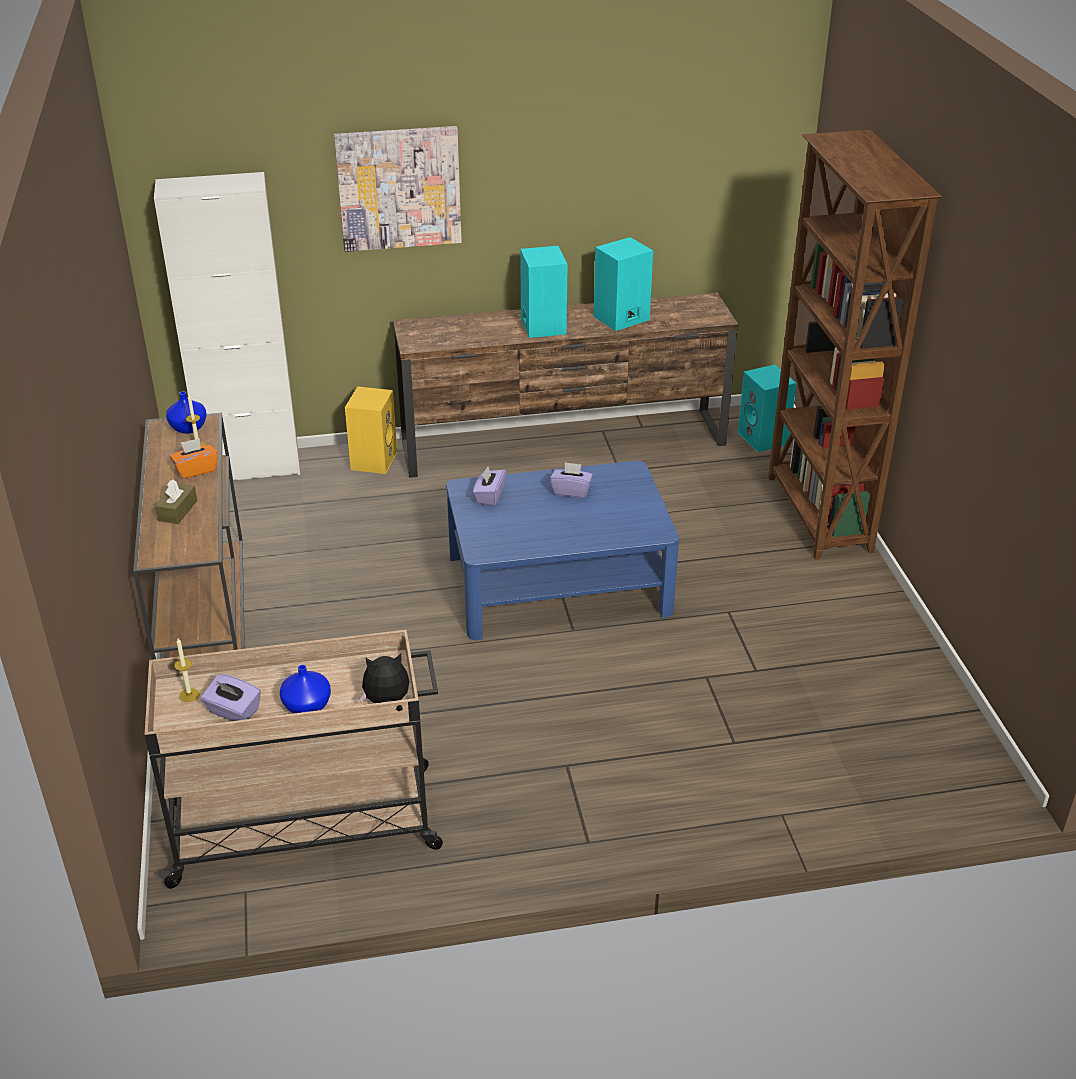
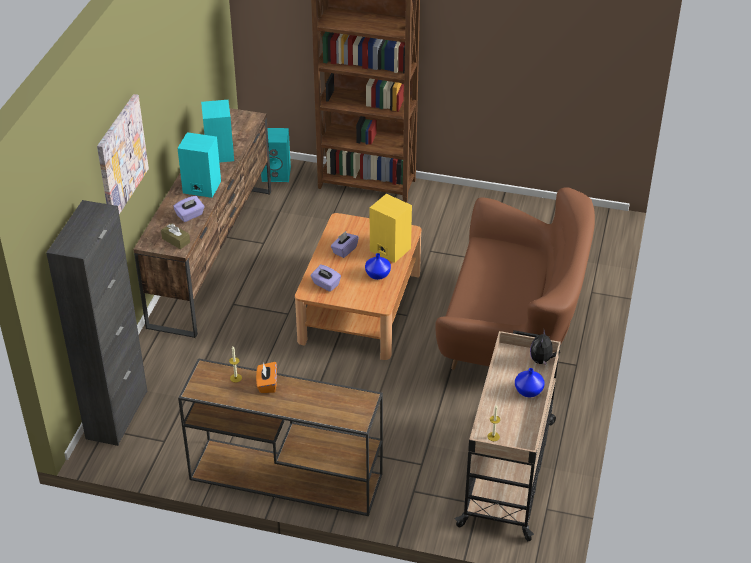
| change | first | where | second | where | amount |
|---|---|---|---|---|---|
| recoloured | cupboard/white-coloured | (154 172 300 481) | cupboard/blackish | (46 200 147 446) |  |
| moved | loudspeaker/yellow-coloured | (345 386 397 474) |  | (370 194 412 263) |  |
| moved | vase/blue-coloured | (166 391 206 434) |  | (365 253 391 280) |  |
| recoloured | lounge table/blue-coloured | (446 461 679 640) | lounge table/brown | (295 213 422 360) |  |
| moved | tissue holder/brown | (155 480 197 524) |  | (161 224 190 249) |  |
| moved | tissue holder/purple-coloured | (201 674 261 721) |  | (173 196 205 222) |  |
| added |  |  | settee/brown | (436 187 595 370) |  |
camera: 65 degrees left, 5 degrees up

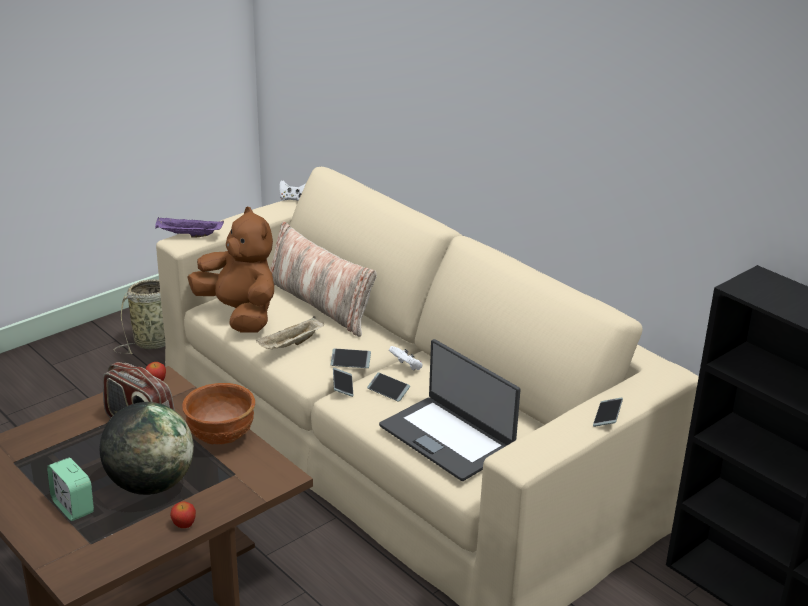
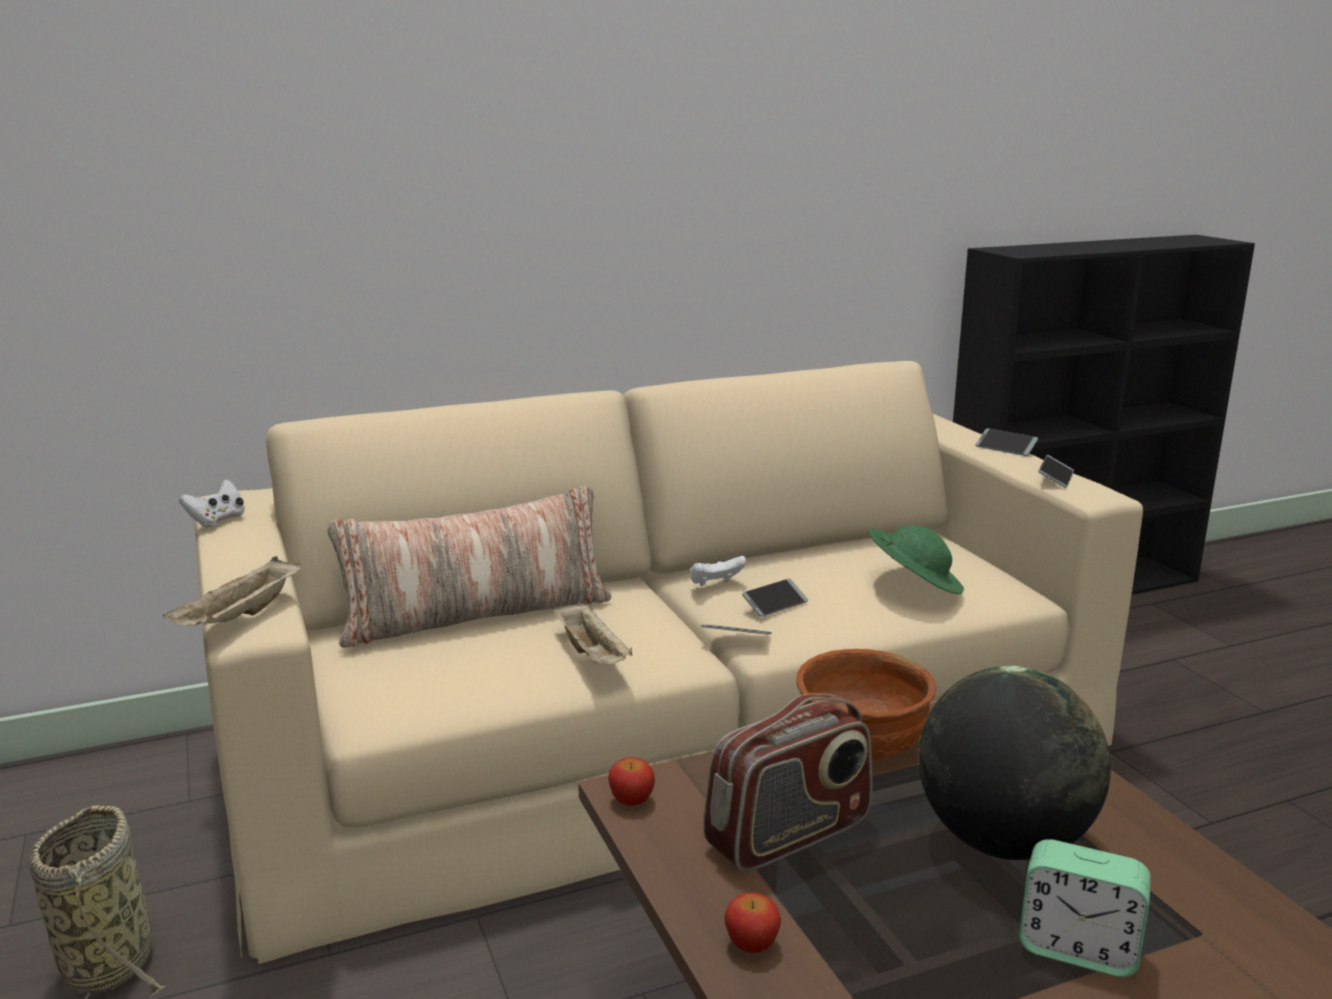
| change | first | where | second | where | amount |
|---|---|---|---|---|---|
| removed | soft toy/brown | (187 207 274 333) |  |  |  |
| recoloured | carrying tray/purple-coloured | (155 217 224 238) | carrying tray/beige | (163 556 302 626) |  |
| replaced | portable computer | (379 339 521 481) | clothing hat/greenish | (869 526 964 594) |  |
| moved | telephone | (331 349 371 368) |  | (1038 455 1074 488) |  |
| turned | bedside clock | (47 458 94 521) |  | (1019 839 1151 977) | 45 degrees clockwise |
| moved | apple | (170 501 196 528) |  | (724 892 781 953) |  |
camera: 70 degrees left, 10 degrees down

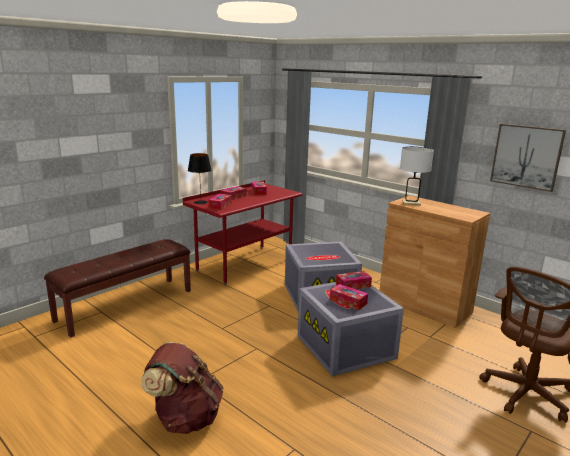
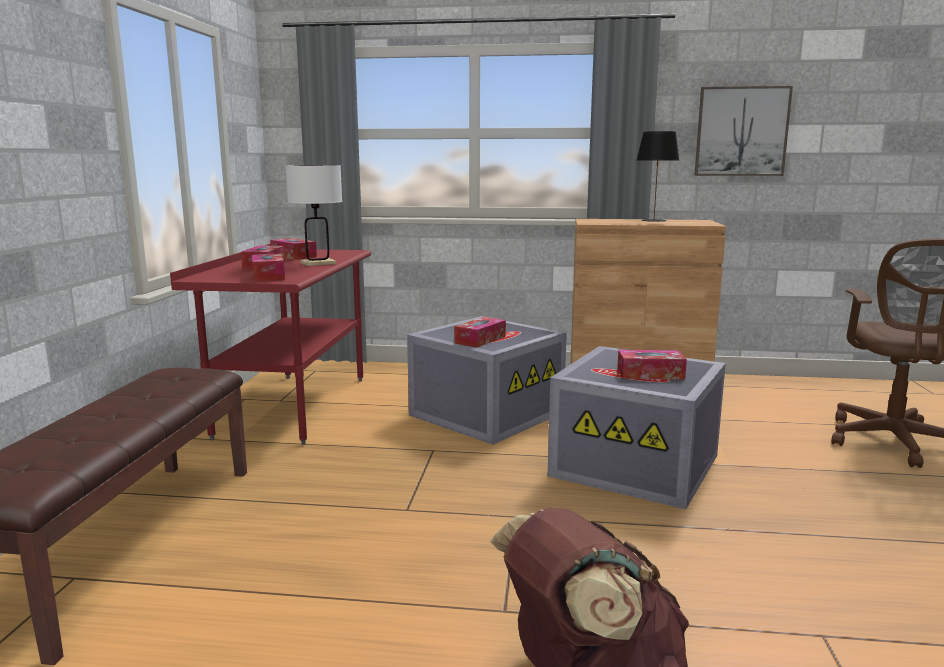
| change | first | where | second | where | amount |
|---|---|---|---|---|---|
| moved | lamp for a table/white-coloured | (400 147 434 206) |  | (285 165 342 266) |  |
| moved | lamp for a table/blackish | (188 153 212 204) |  | (637 131 679 222) |  |
| moved | tissue holder | (336 271 372 289) |  | (455 317 506 348) |  |
camera: 35 degrees left, 5 degrees down

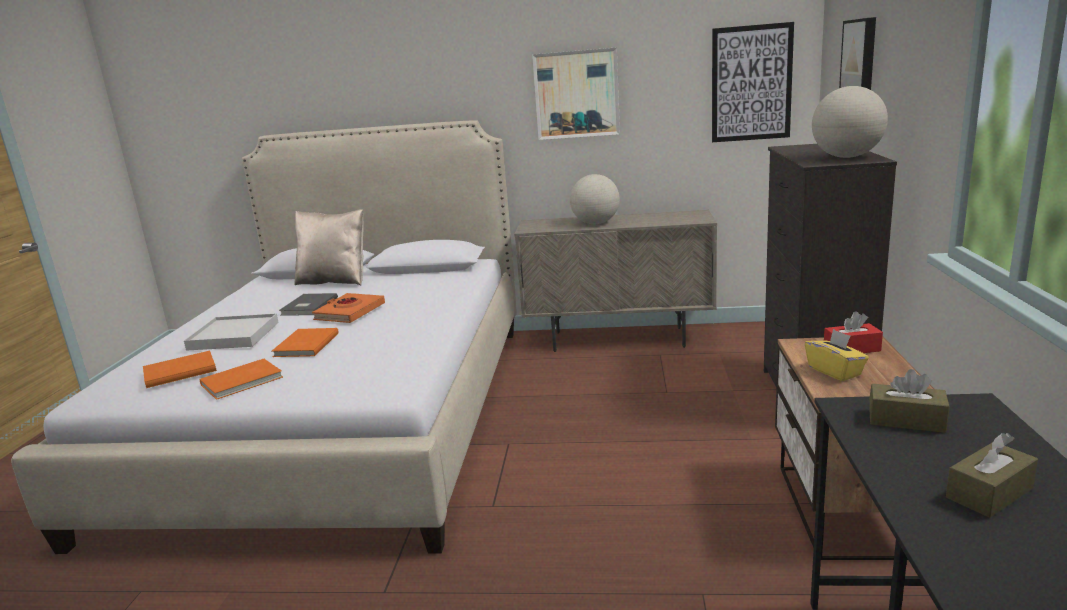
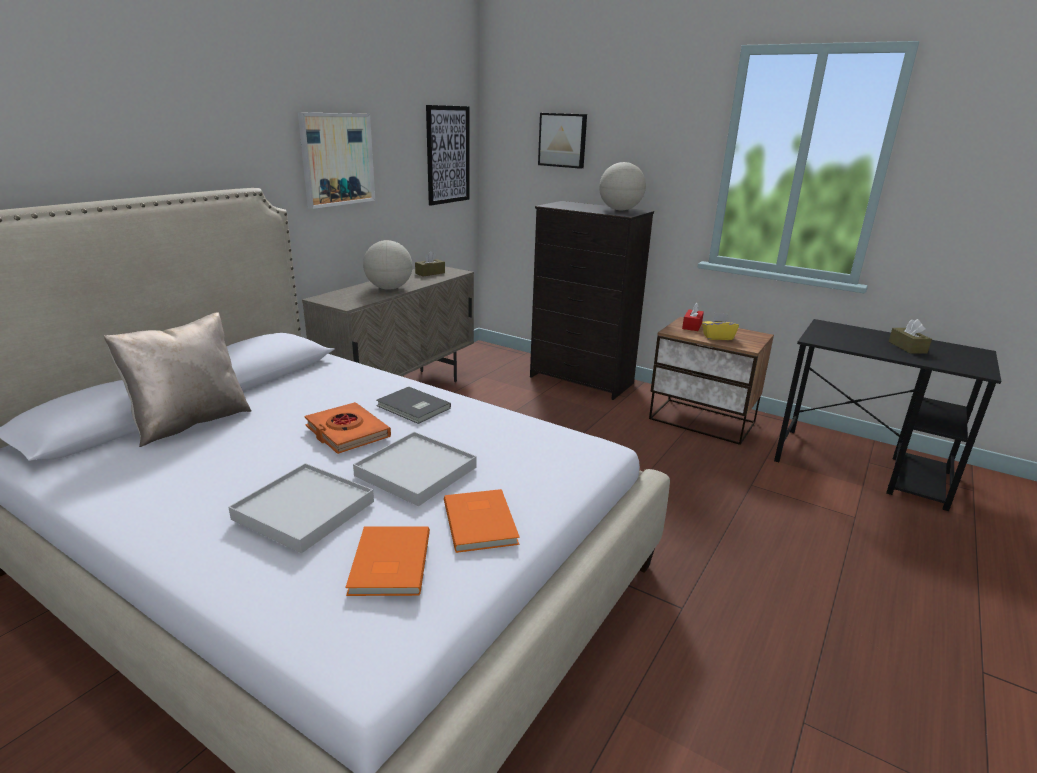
| change | first | where | second | where | amount |
|---|---|---|---|---|---|
| moved | book/gray | (279 293 338 316) |  | (376 387 451 424) |  |
| replaced | book/orangey | (271 328 339 357) | carrying tray/white-coloured | (353 432 477 506) |  |
| moved | tissue holder/brown | (869 369 950 433) |  | (415 251 445 277) |  |
camera: 65 degrees left, 5 degrees up

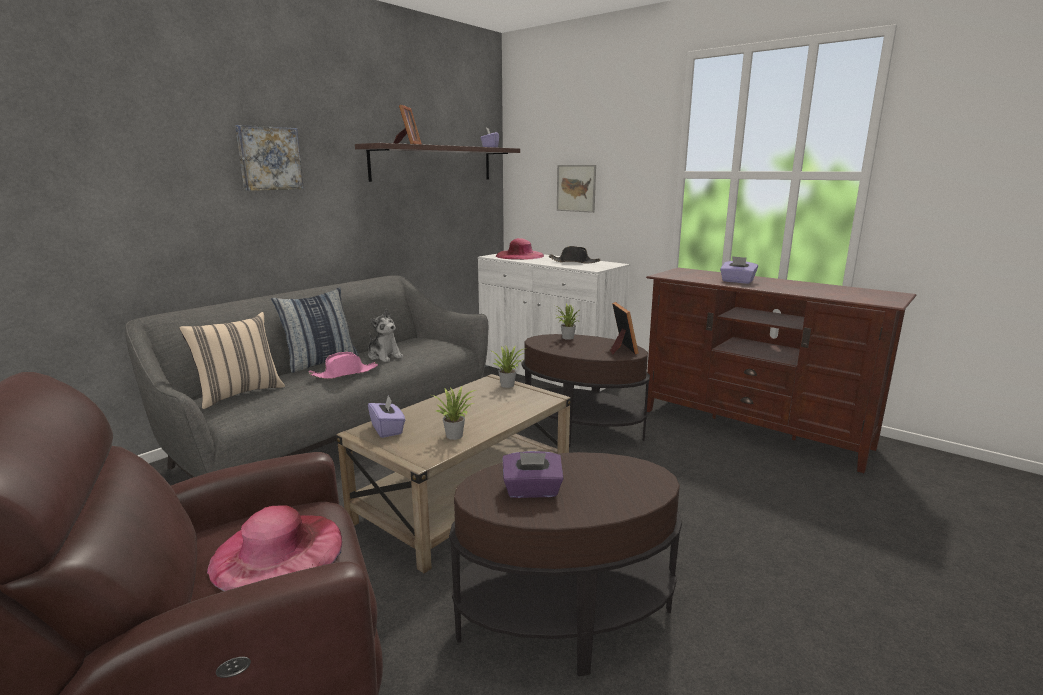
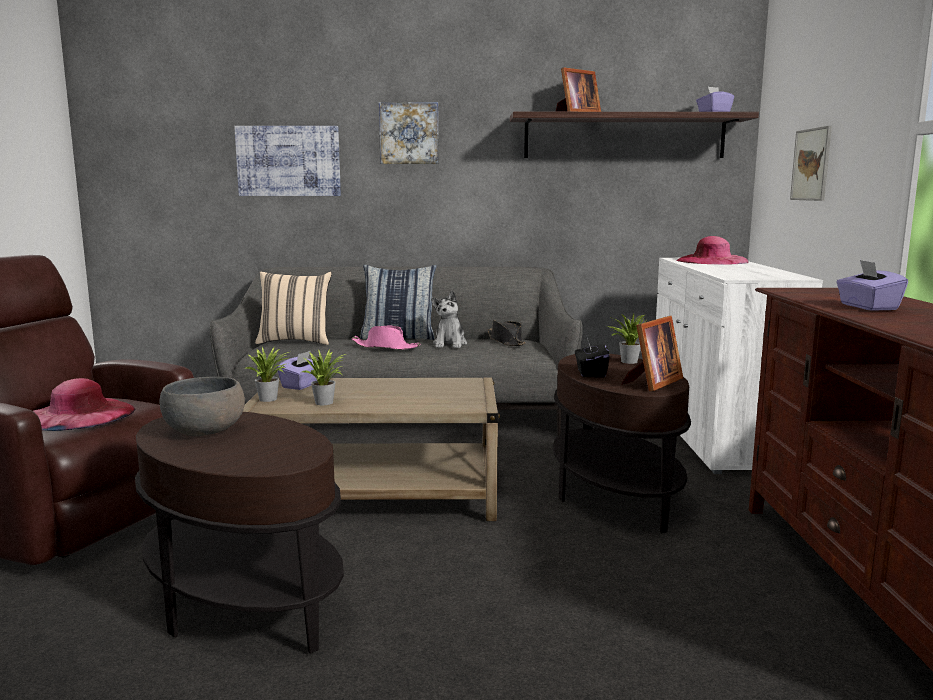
| change | first | where | second | where | amount |
|---|---|---|---|---|---|
| moved | clothing hat/blackish | (549 246 600 263) |  | (487 320 526 346) |  |
| moved | houseplant | (492 345 525 388) |  | (245 347 291 402) |  |
| replaced | tissue holder/purple-coloured | (503 451 564 498) | bowl/gray | (160 377 245 436) |  |
| added |  |  | wall picture | (234 126 341 196) |  |
| added |  |  | tissue holder/blackish | (575 338 610 377) |  |
camera: 50 degrees right, 5 degrees down

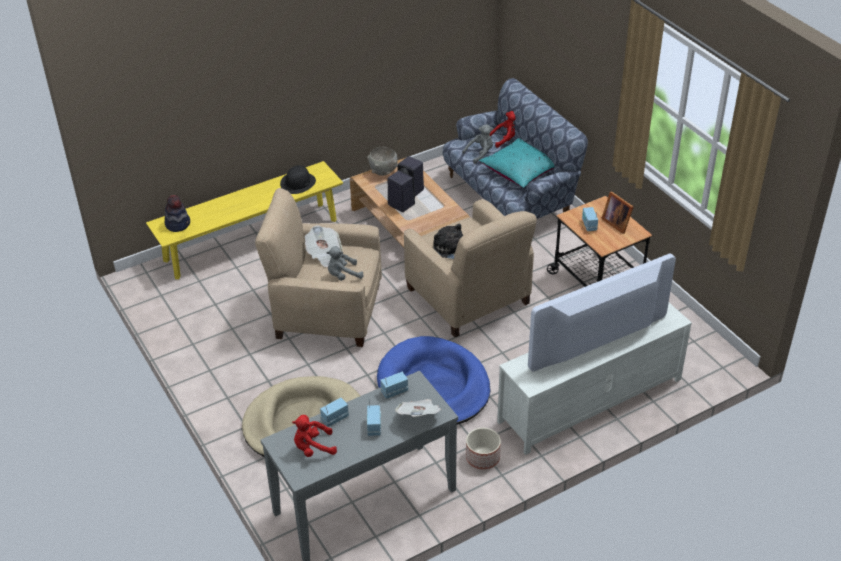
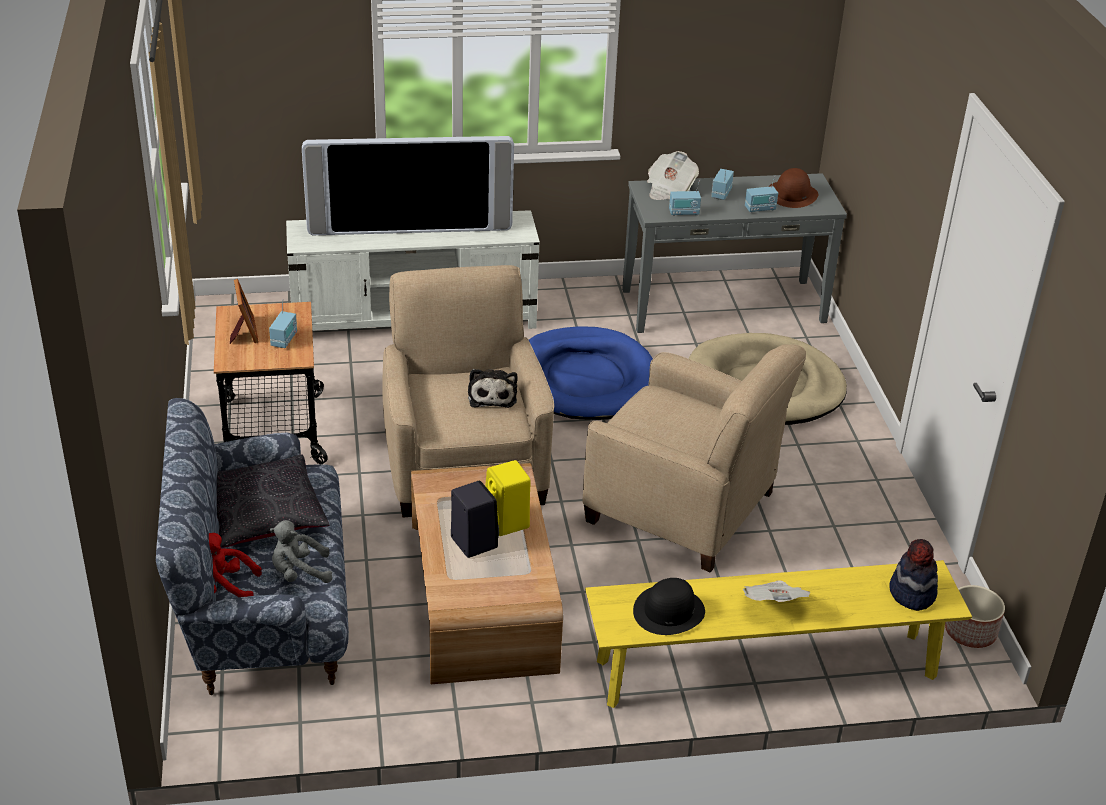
| change | first | where | second | where | amount |
|---|---|---|---|---|---|
| recoloured | pillow/turquoise-coloured | (479 138 555 188) | pillow/blackish | (217 455 329 548) |  |
| removed | bowl/gray | (367 146 398 176) |  |  |  |
| recoloured | loudspeaker/blackish | (387 170 415 212) | loudspeaker/yellow-coloured | (485 460 531 536) |  |
| moved | daily paper | (305 225 343 267) |  | (743 581 810 602) |  |
| removed | soft toy/gray | (327 246 364 281) |  |  |  |
| replaced | soft toy/reddish | (292 415 337 457) | clothing hat/brown | (768 168 818 208) |  |
| moved | plant pot | (466 428 501 470) |  | (945 585 1005 648) |  |
camera: 160 degrees left, 5 degrees down

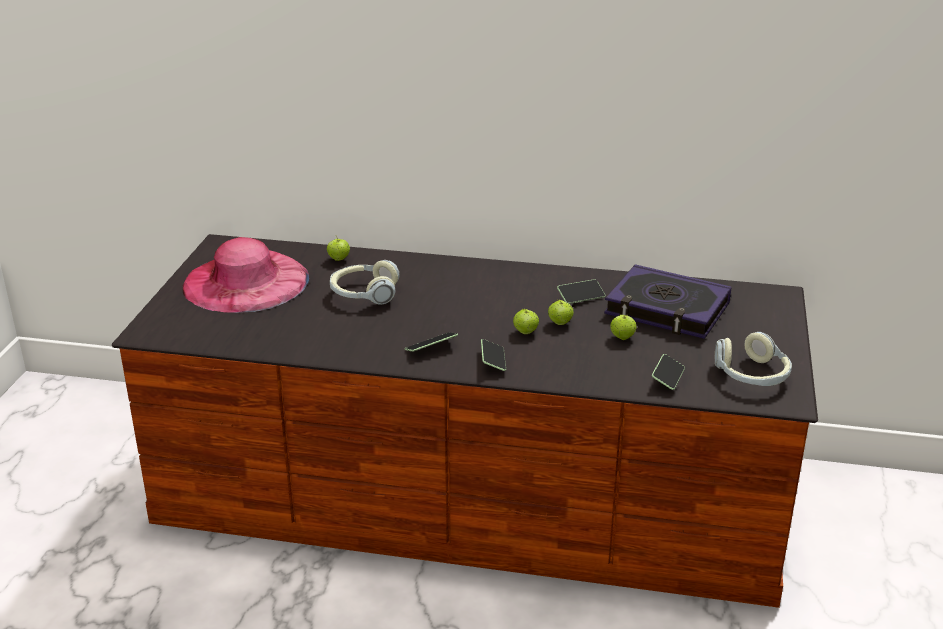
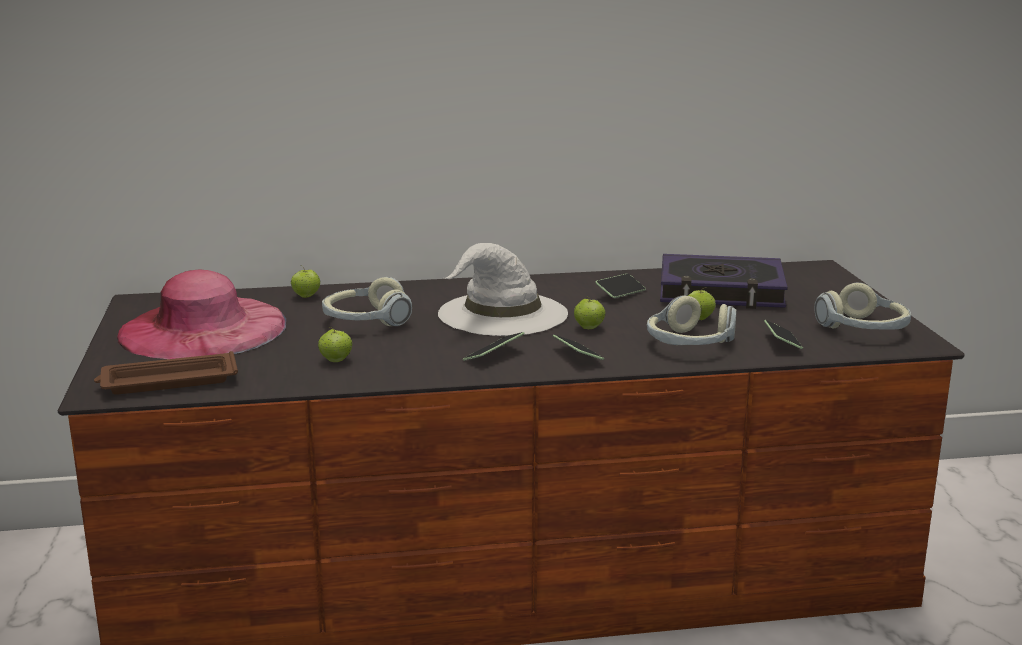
| change | first | where | second | where | amount |
|---|---|---|---|---|---|
| moved | apple | (548 300 574 325) |  | (318 327 353 362) |  |
| added |  |  | clothing hat/white-coloured | (438 243 568 336) |  |
| added |  |  | pair of headphones | (647 295 737 345) |  |
| added |  |  | carrying tray/brown | (94 351 238 395) |  |
camera: 20 degrees left, 10 degrees down

